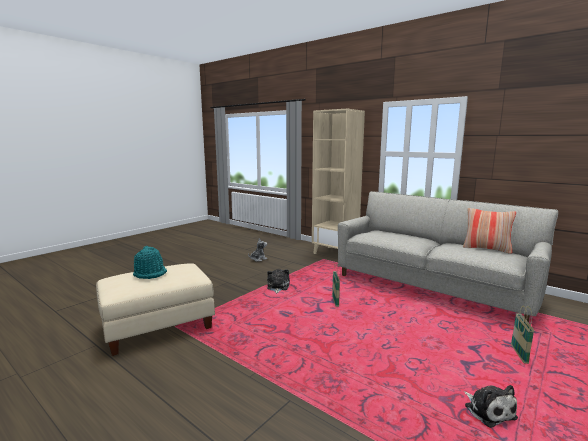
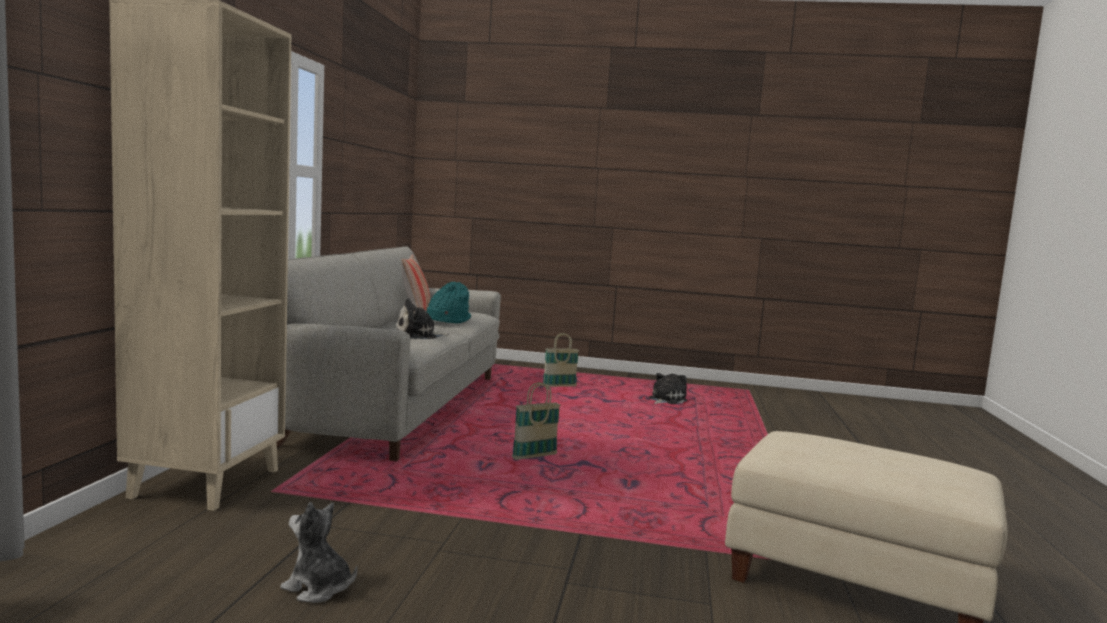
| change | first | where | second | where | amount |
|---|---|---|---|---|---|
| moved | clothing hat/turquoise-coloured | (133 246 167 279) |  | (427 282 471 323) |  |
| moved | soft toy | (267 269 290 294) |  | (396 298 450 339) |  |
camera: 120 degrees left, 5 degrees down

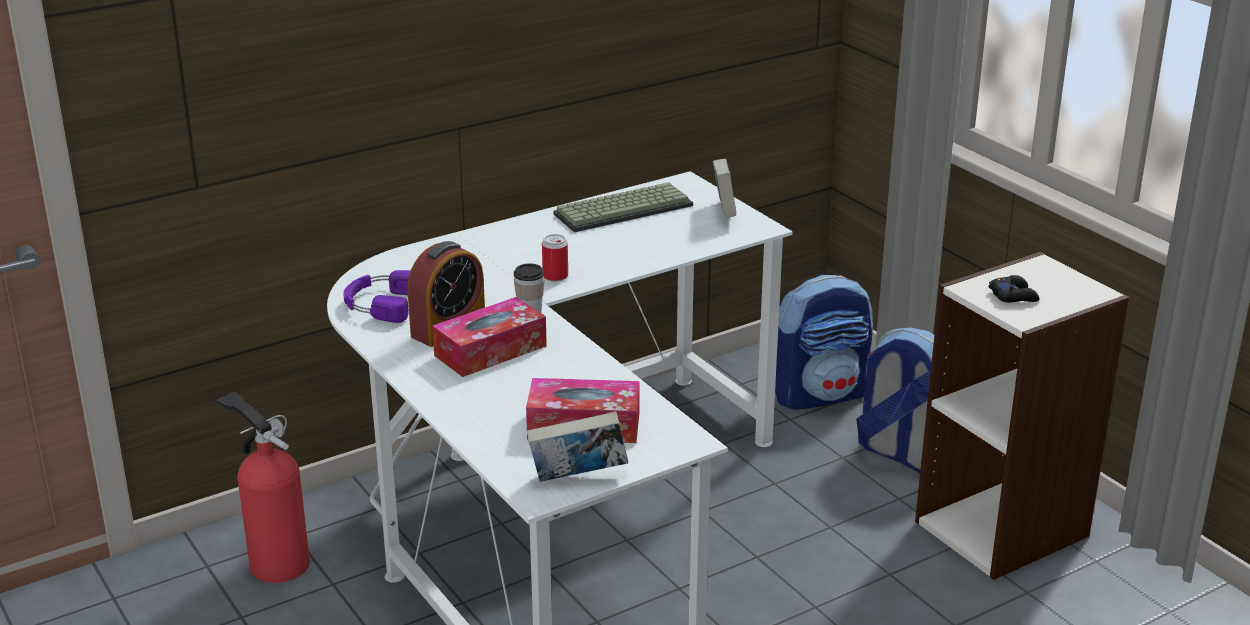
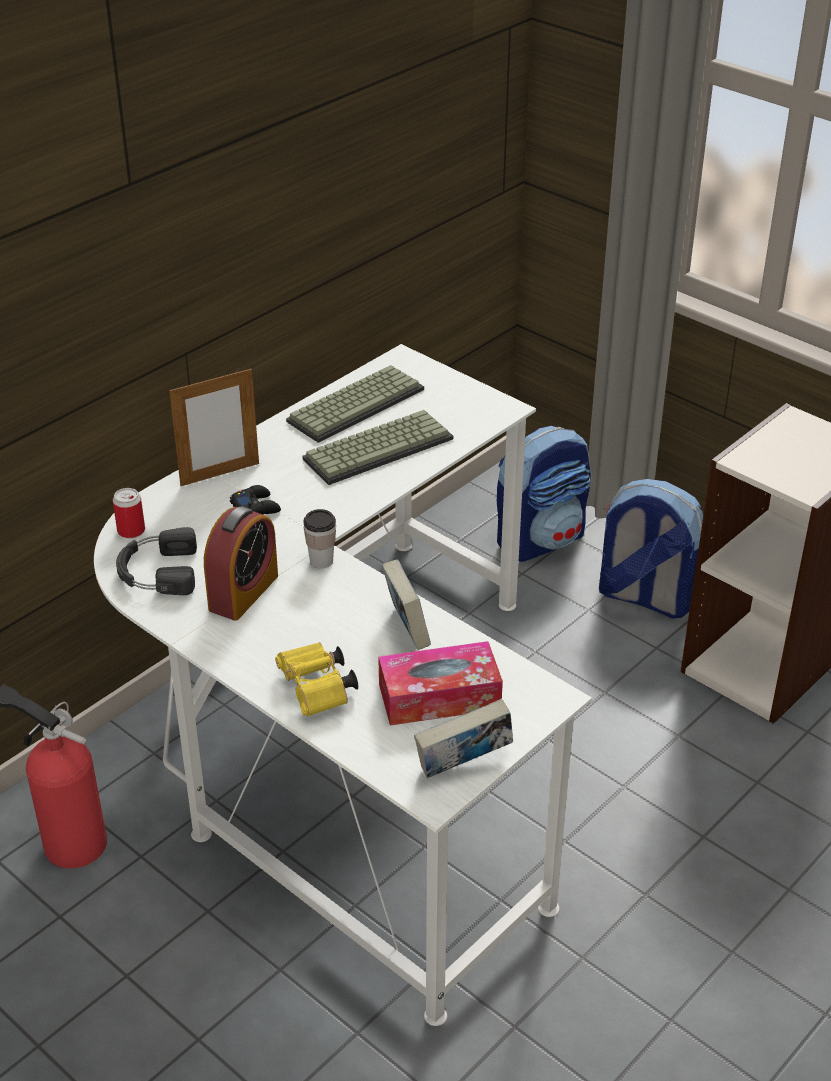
| change | first | where | second | where | amount |
|---|---|---|---|---|---|
| moved | book | (713 159 737 218) |  | (382 560 431 650) |  |
| moved | sealed can | (542 234 568 281) |  | (113 488 145 538) |  |
| recoloured | pair of headphones/purple-coloured | (343 270 411 323) | pair of headphones/blackish | (116 527 197 595) |  |
| moved | game controller/blackish | (989 275 1040 303) |  | (230 485 281 514) |  |
| removed | tissue holder | (432 297 547 377) |  |  |  |
| added |  |  | standing frame | (169 368 259 486) |  |
| added |  |  | keyboard | (303 410 453 485) |  |
| added |  |  | field glasses/yellow-coloured | (275 642 358 717) |  |
camera: 15 degrees left, 10 degrees up

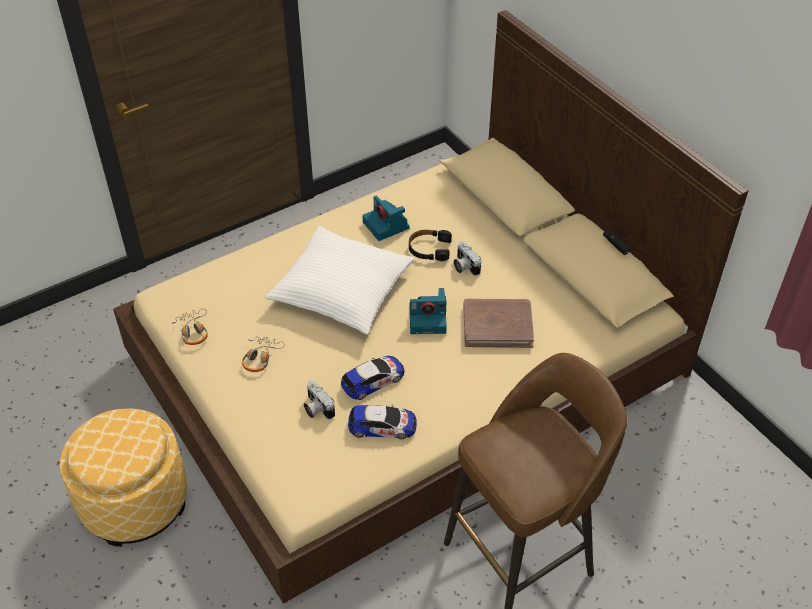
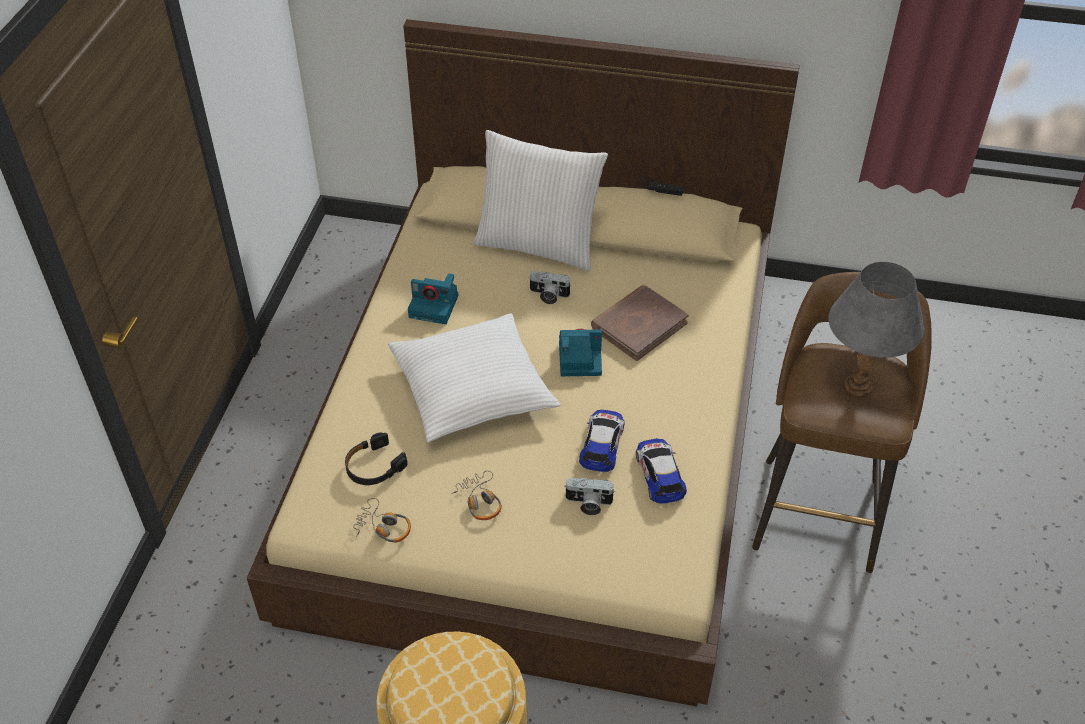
| change | first | where | second | where | amount |
|---|---|---|---|---|---|
| moved | pair of headphones/blackish | (409 230 452 261) |  | (345 432 408 485) |  |
| turned | still camera | (410 288 447 334) |  | (559 329 602 376) | 135 degrees counterclockwise |
| turned | model car | (348 404 417 439) |  | (636 439 687 504) | 60 degrees counterclockwise |
| added |  |  | pillow/white-coloured | (473 130 608 271) |  |
| added |  |  | lamp for a table/gray | (828 262 924 397) |  |
camera: 45 degrees left, 0 degrees up

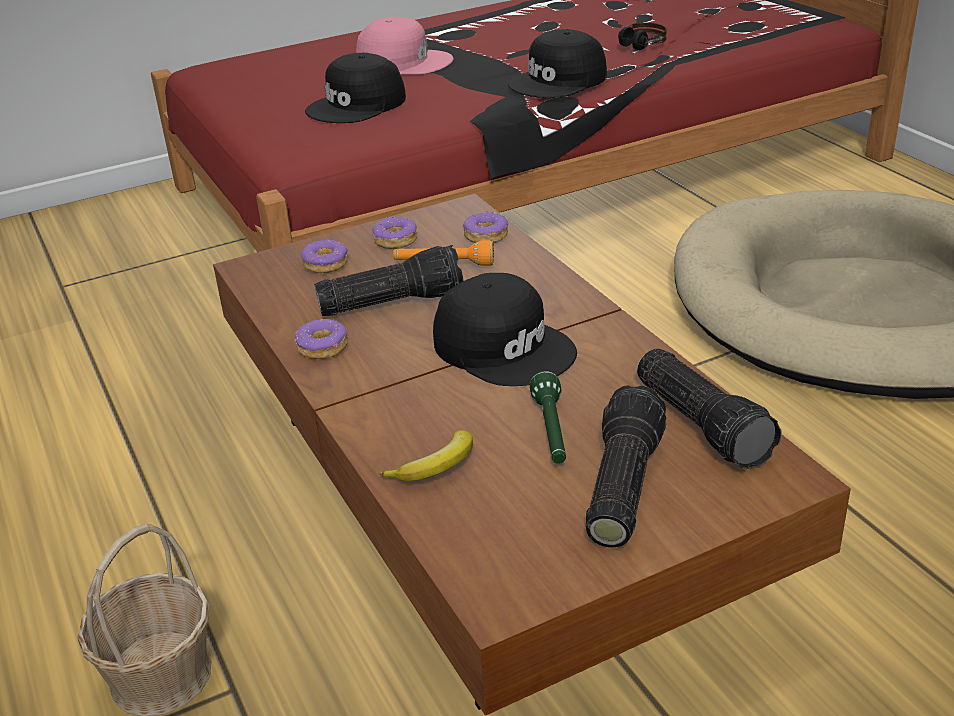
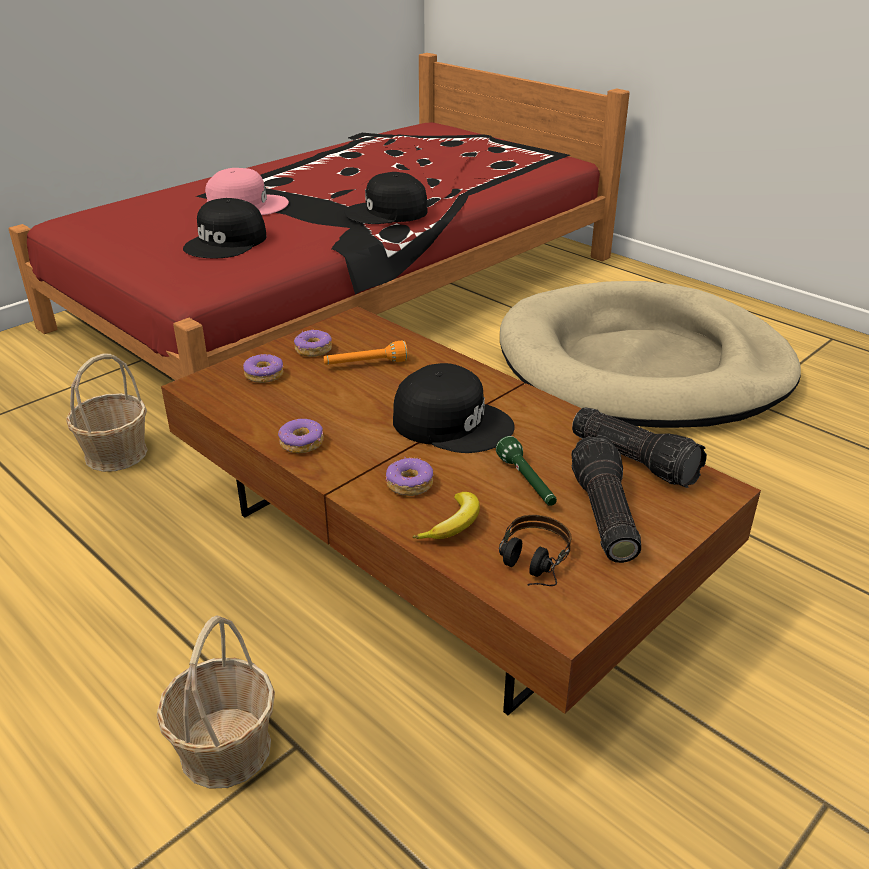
| change | first | where | second | where | amount |
|---|---|---|---|---|---|
| moved | pair of headphones | (618 22 667 50) |  | (499 515 572 586) |  |
| turned | baseball cap/blackish | (508 29 607 98) |  | (344 172 428 224) | 45 degrees clockwise |
| moved | donut | (462 211 508 243) |  | (386 457 433 496) |  |
| removed | flashlight | (314 245 463 316) |  |  |  |
| added |  |  | household basket | (66 354 148 472) |  |
camera: 20 degrees left, 0 degrees up

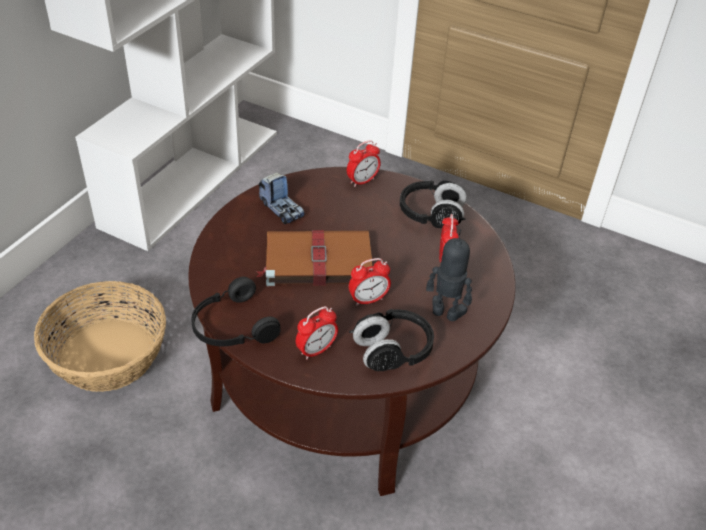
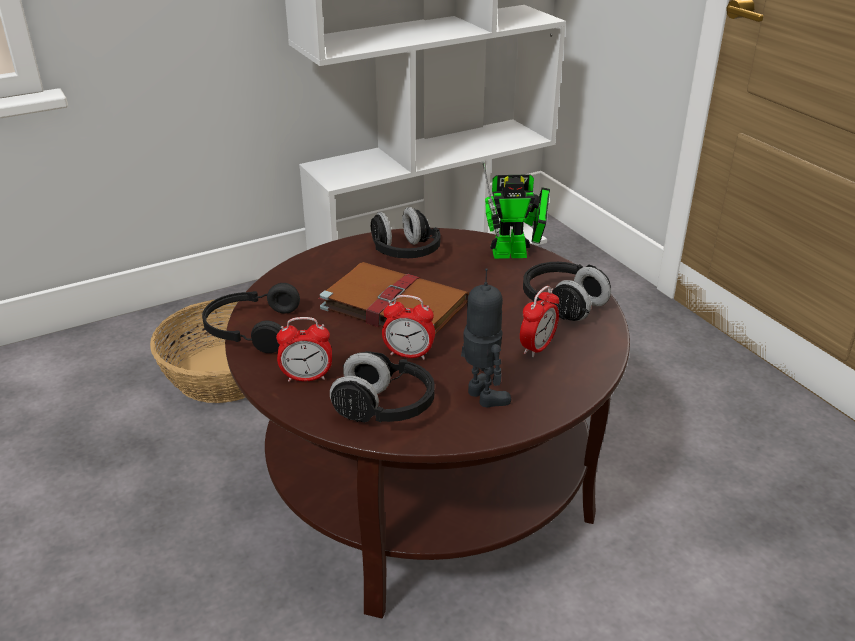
| change | first | where | second | where | amount |
|---|---|---|---|---|---|
| replaced | bedside clock | (347 140 381 187) | toy robot | (483 161 550 259) |  |
| replaced | toy lorry | (259 173 305 224) | pair of headphones/blackish | (371 207 440 258) |  |
camera: 35 degrees right, 10 degrees down

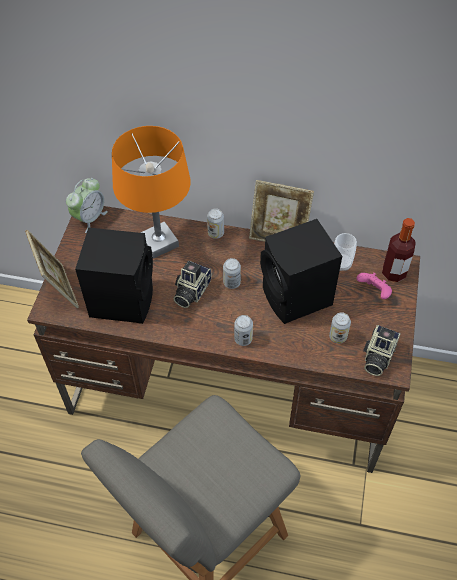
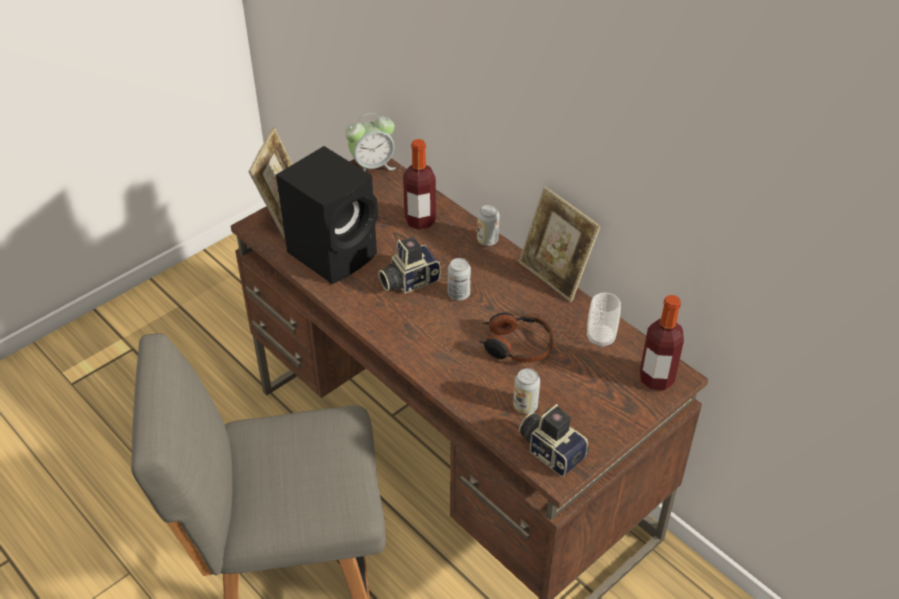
| change | first | where | second | where | amount |
|---|---|---|---|---|---|
| replaced | lamp for a table/orangey | (112 126 191 258) | bottle | (403 139 436 230) |  |
| replaced | loudspeaker/blackish | (260 219 342 324) | pair of headphones | (479 313 554 362) |  |
| removed | game controller/pink-coloured | (356 272 392 299) |  |  |  |
| removed | sealed can | (234 315 253 346) |  |  |  |
| turned | still camera | (363 325 401 376) |  | (519 404 590 477) | 75 degrees clockwise |
camera: 35 degrees right, 10 degrees down

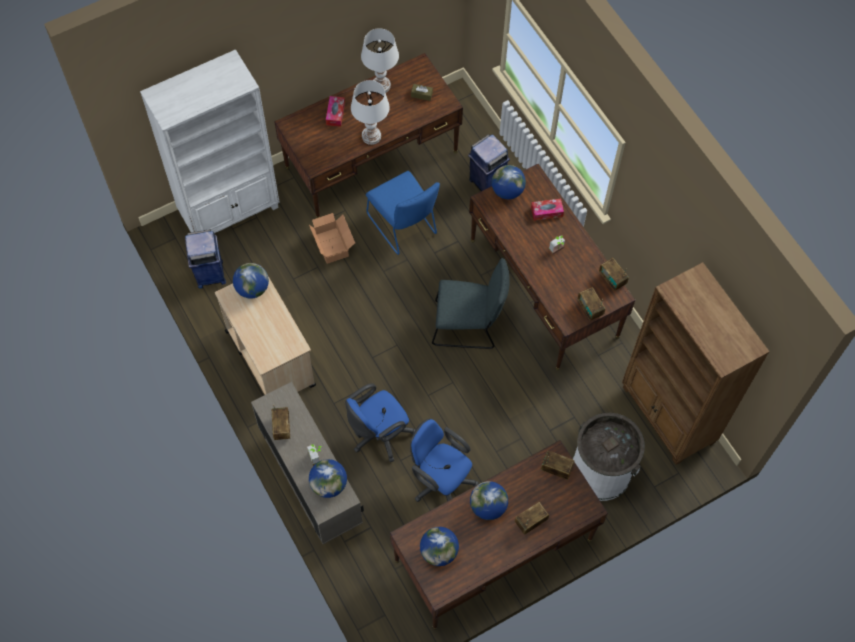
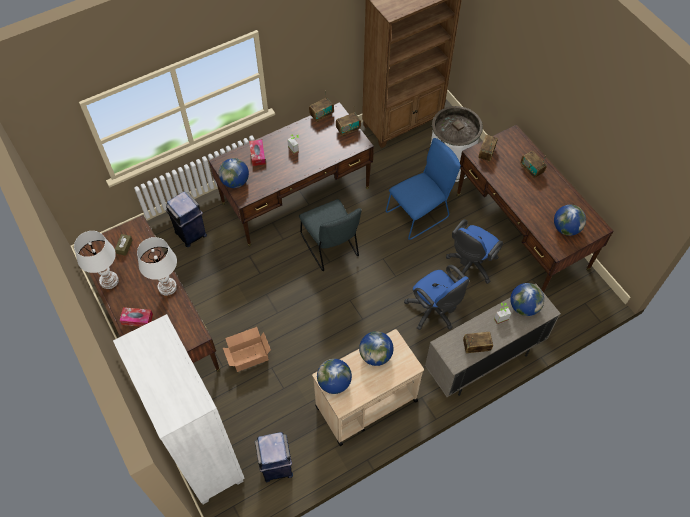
| change | first | where | second | where | amount |
|---|---|---|---|---|---|
| moved | plain chair/blue-coloured | (366 171 440 255) |  | (386 138 461 240) |  |
| turned | plain chair/gray | (432 258 510 349) |  | (299 199 361 271) | 150 degrees clockwise |
| moved | desk globe | (470 481 508 520) |  | (359 331 394 366) |  |
camera: 90 degrees left, 5 degrees down

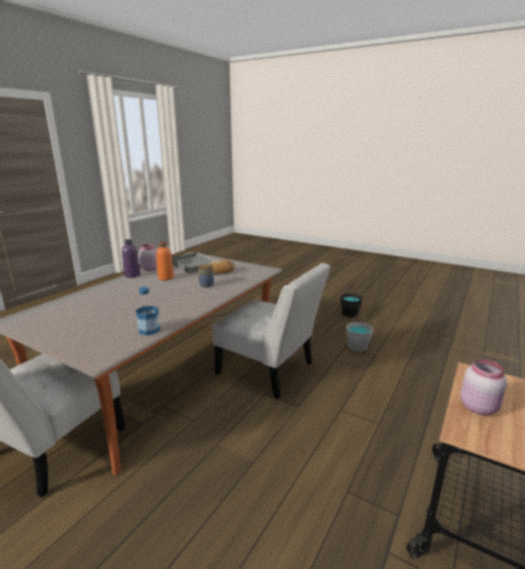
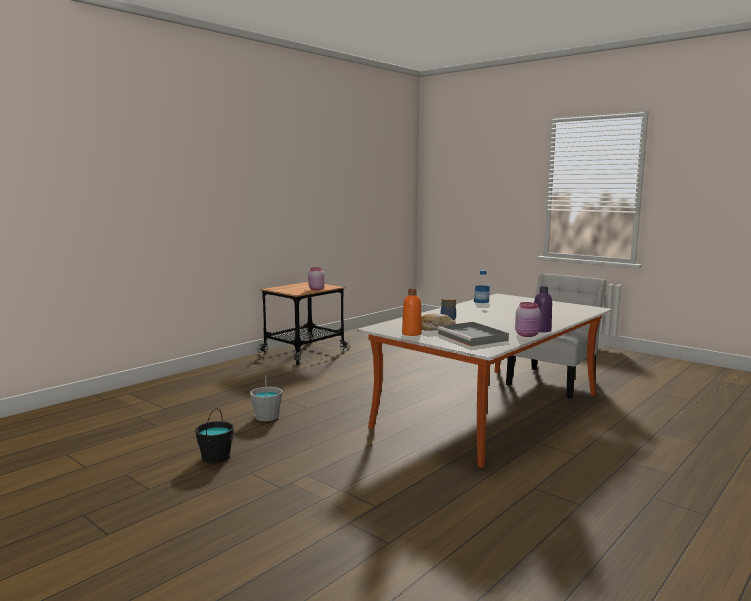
| change | first | where | second | where | amount |
|---|---|---|---|---|---|
| moved | bottle/orangey | (156 241 174 280) |  | (402 289 422 336) |  |
| removed | plain chair/white-coloured | (213 263 330 398) |  |  |  |
camera: 170 degrees left, 10 degrees down

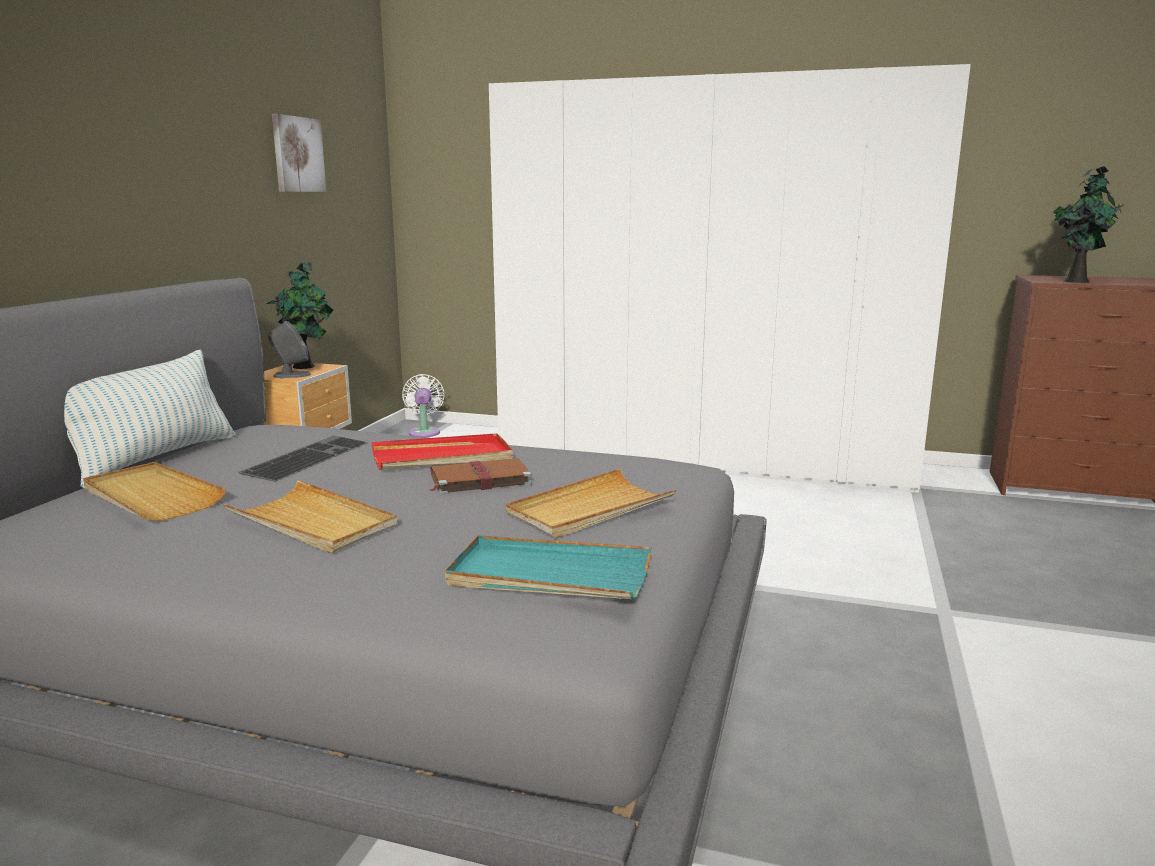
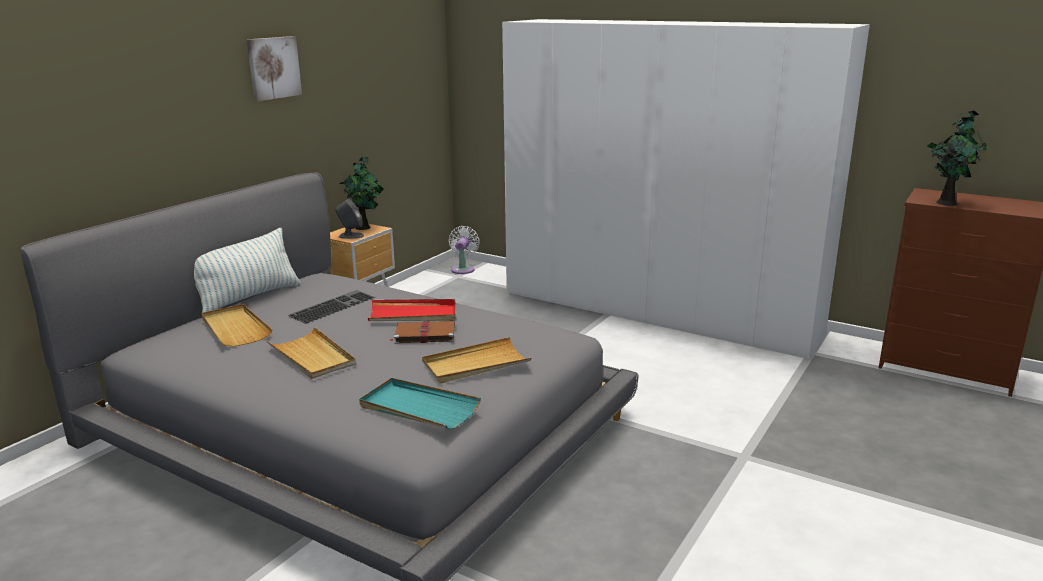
| change | first | where | second | where | amount |
|---|---|---|---|---|---|
| moved | wall picture | (272 114 326 192) |  | (247 36 302 101) |  |
camera: 15 degrees right, 5 degrees up

